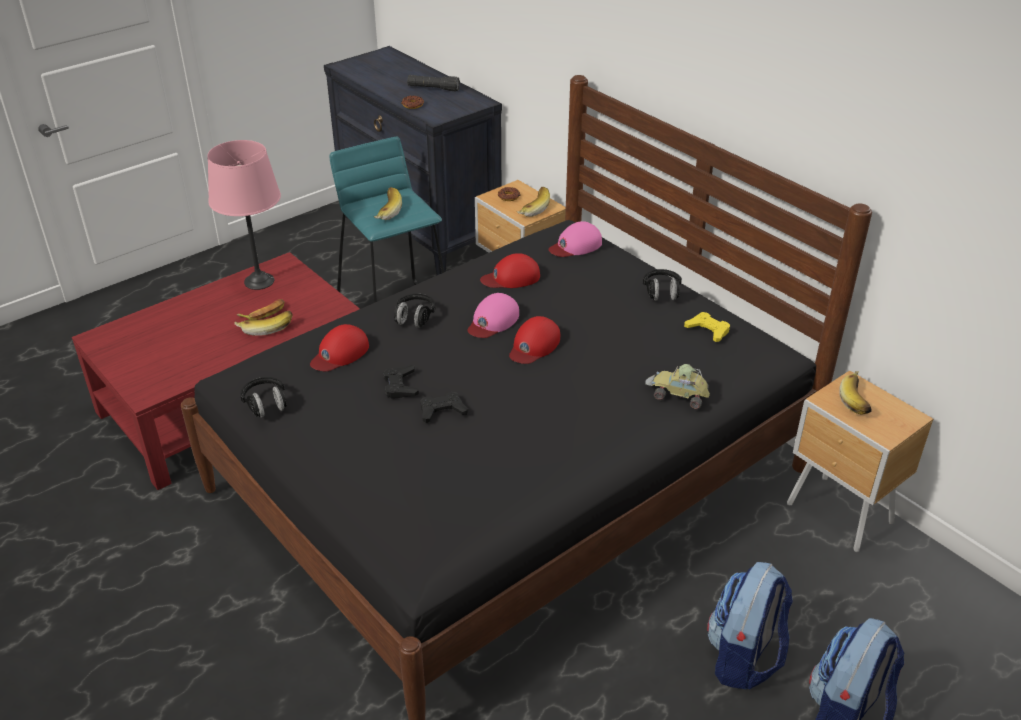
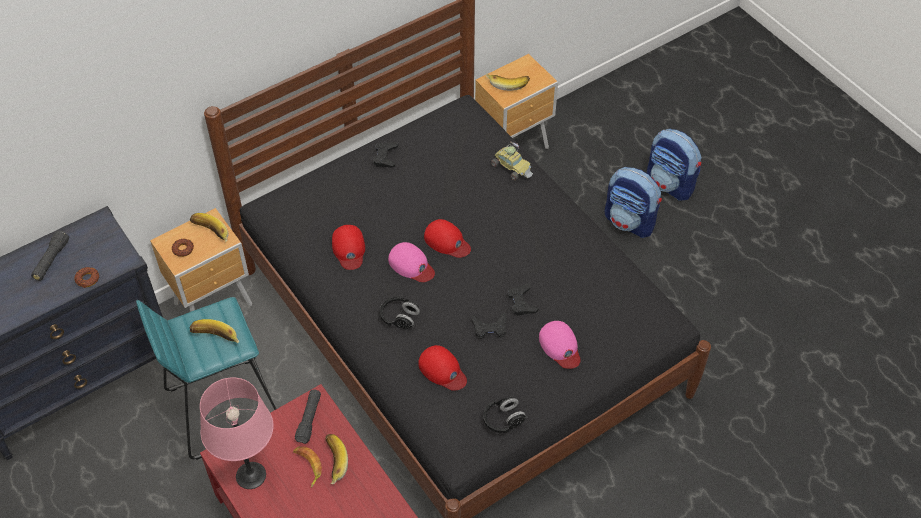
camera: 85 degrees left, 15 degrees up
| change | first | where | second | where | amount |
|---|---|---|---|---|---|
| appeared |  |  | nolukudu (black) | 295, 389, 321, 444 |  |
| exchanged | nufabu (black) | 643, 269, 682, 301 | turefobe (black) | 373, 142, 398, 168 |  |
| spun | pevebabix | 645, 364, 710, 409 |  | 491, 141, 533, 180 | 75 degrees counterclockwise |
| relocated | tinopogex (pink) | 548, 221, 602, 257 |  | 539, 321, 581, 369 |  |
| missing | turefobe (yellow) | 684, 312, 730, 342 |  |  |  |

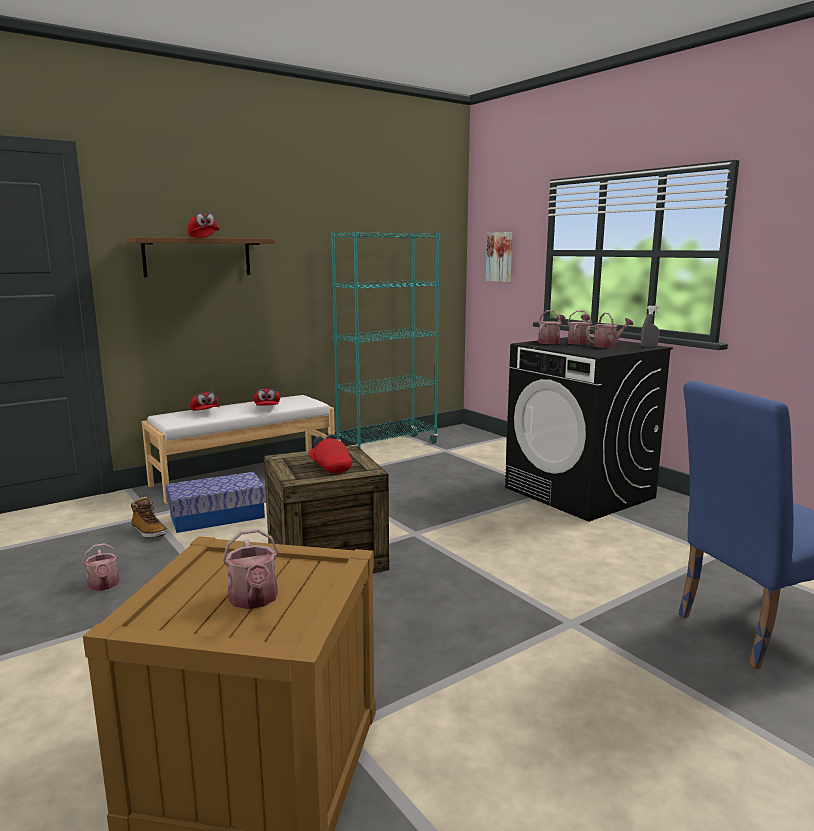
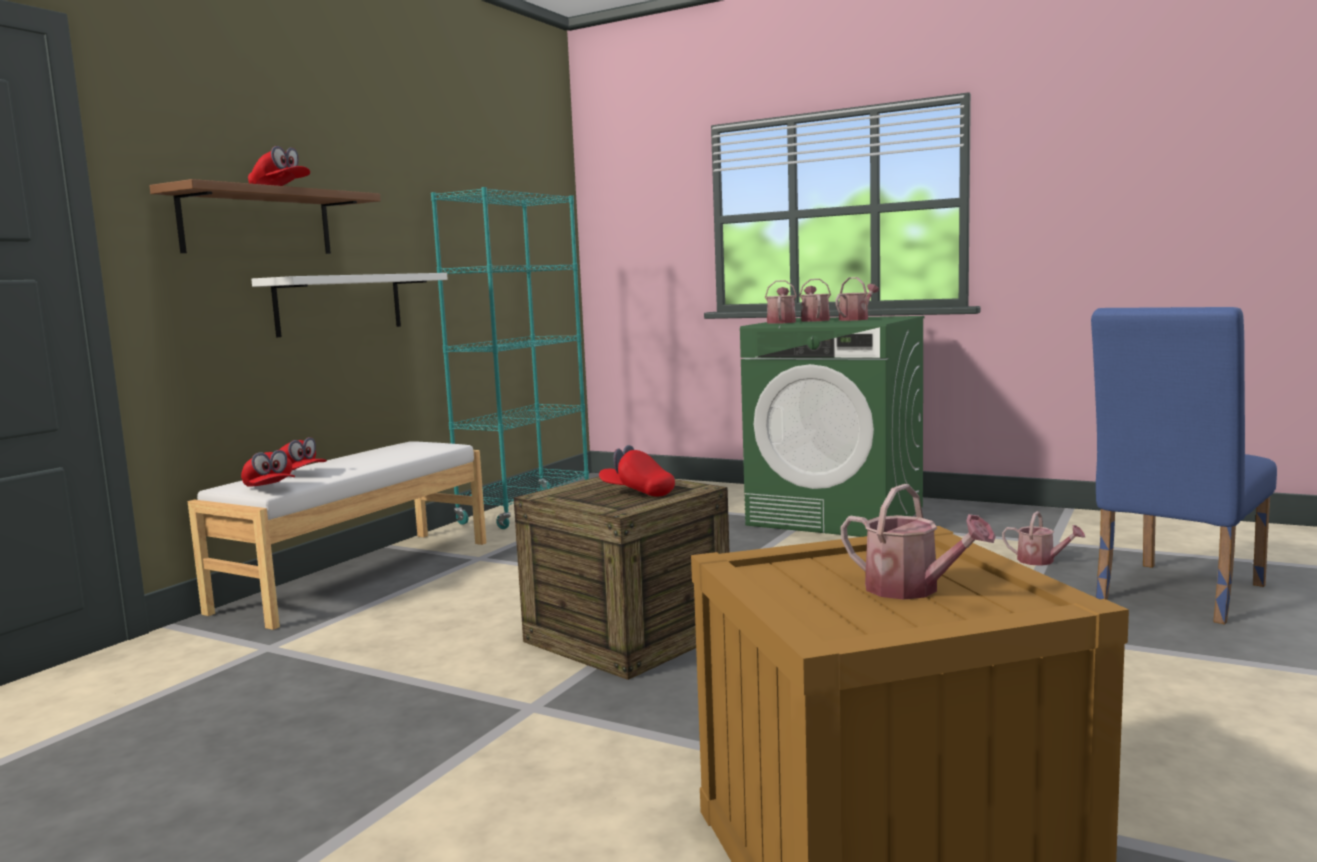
camera: 25 degrees left, 5 degrees down
| change | first | where | second | where | amount |
|---|---|---|---|---|---|
| relocated | tinopogex (red) | 253, 388, 280, 406 |  | 241, 450, 295, 487 |  |
| appeared |  |  | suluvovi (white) | 251, 273, 448, 337 |  |
| colour | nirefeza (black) | 505, 337, 673, 522 | nirefeza (green) | 740, 316, 924, 537 |  |
| relocated | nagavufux | 83, 543, 119, 591 |  | 1002, 511, 1085, 566 |  |
| missing | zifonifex | 131, 497, 168, 538 |  |  |  |
| missing | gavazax | 166, 472, 266, 533 |  |  |  |
| missing | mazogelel | 486, 232, 512, 282 |  |  |  |
| missing | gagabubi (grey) | 641, 306, 660, 347 |  |  |  |

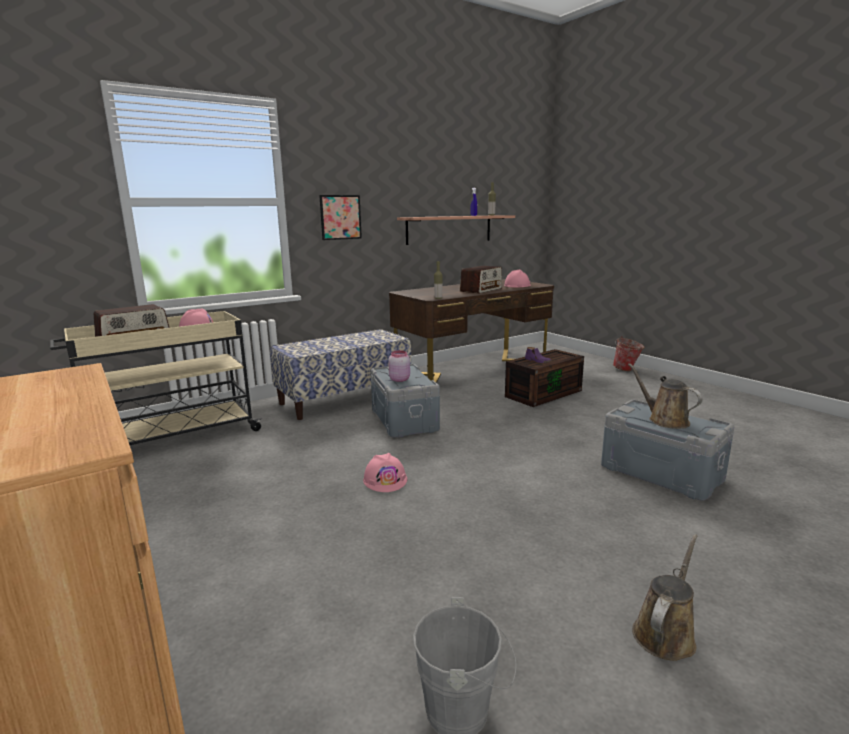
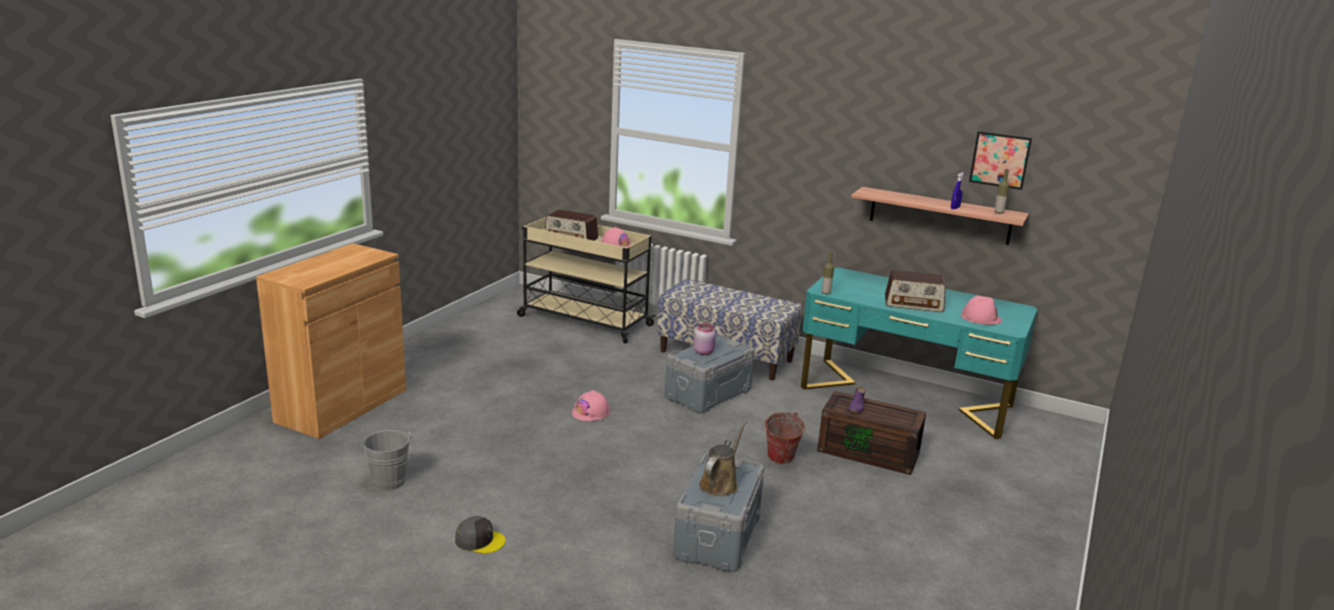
camera: 60 degrees right, 5 degrees up
| change | first | where | second | where | amount |
|---|---|---|---|---|---|
| exchanged | nagavufux (brown) | 632, 534, 697, 661 | tinopogex (grey) | 455, 516, 506, 554 |  |
| relocated | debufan | 613, 336, 645, 371 |  | 762, 412, 805, 464 |  |
| colour | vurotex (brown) | 389, 279, 554, 383 | vurotex (turquoise) | 801, 267, 1038, 439 |  |
| relocated | mazogelel | 319, 195, 362, 240 |  | 969, 131, 1032, 190 |  |

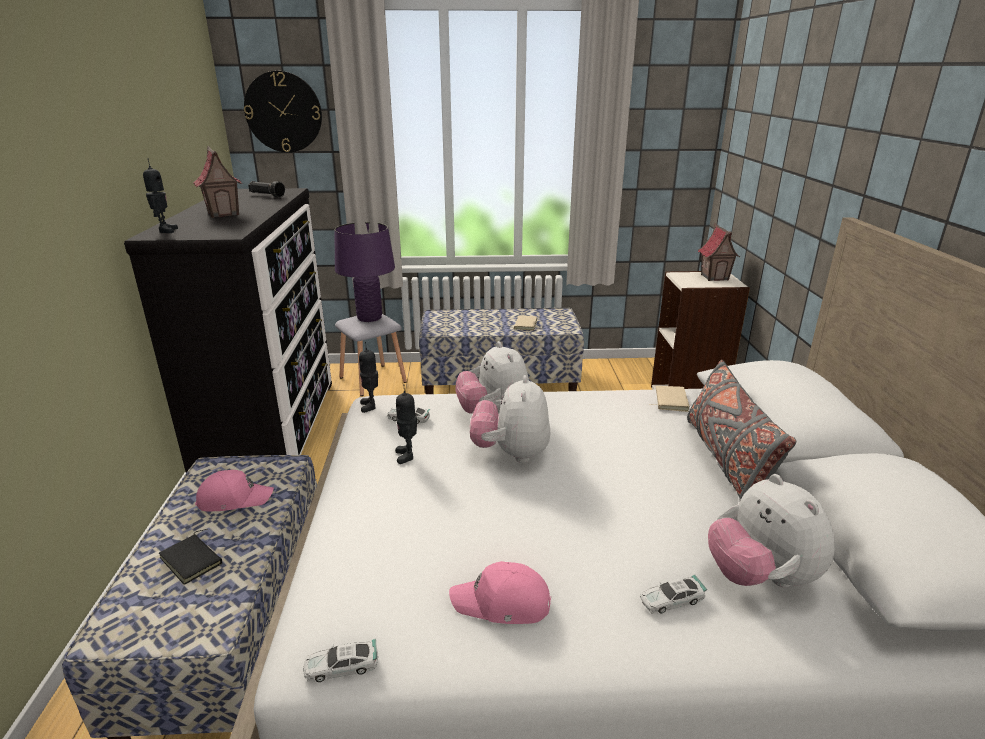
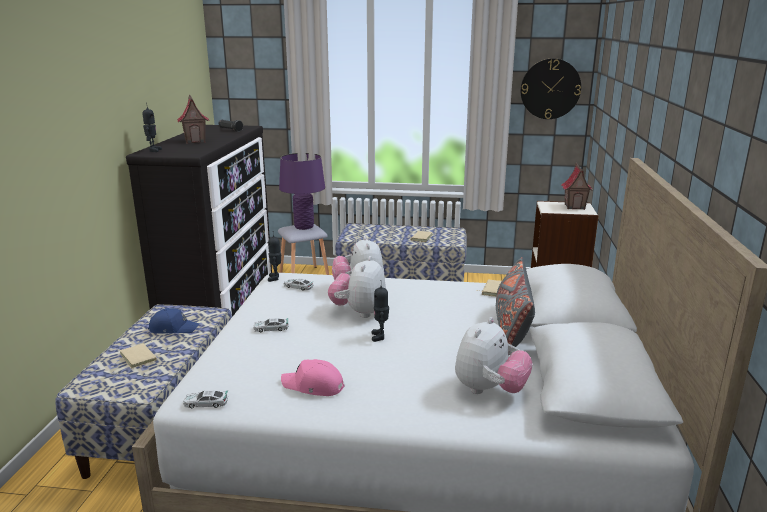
camera: 10 degrees right, 5 degrees down
| change | first | where | second | where | amount |
|---|---|---|---|---|---|
| colour | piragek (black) | 159, 529, 222, 585 | piragek (beige) | 120, 342, 157, 369 |  |
| colour | tinopogex (pink) | 195, 470, 274, 511 | tinopogex (blue) | 148, 308, 199, 334 |  |
| relocated | pevebabix | 640, 575, 707, 614 |  | 253, 318, 289, 332 |  |
| relocated | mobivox | 395, 384, 417, 464 |  | 371, 280, 389, 342 |  |
| spun | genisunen | 708, 474, 835, 587 |  | 455, 317, 533, 394 | 135 degrees counterclockwise |
| relocated | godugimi | 244, 71, 322, 152 |  | 521, 59, 581, 119 |  |

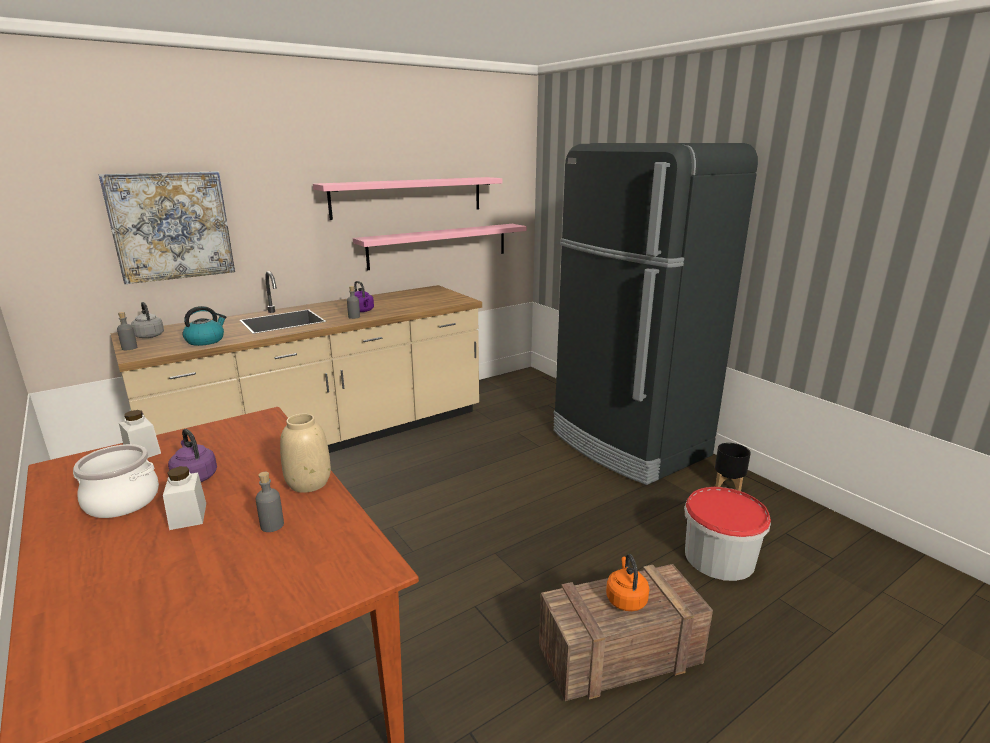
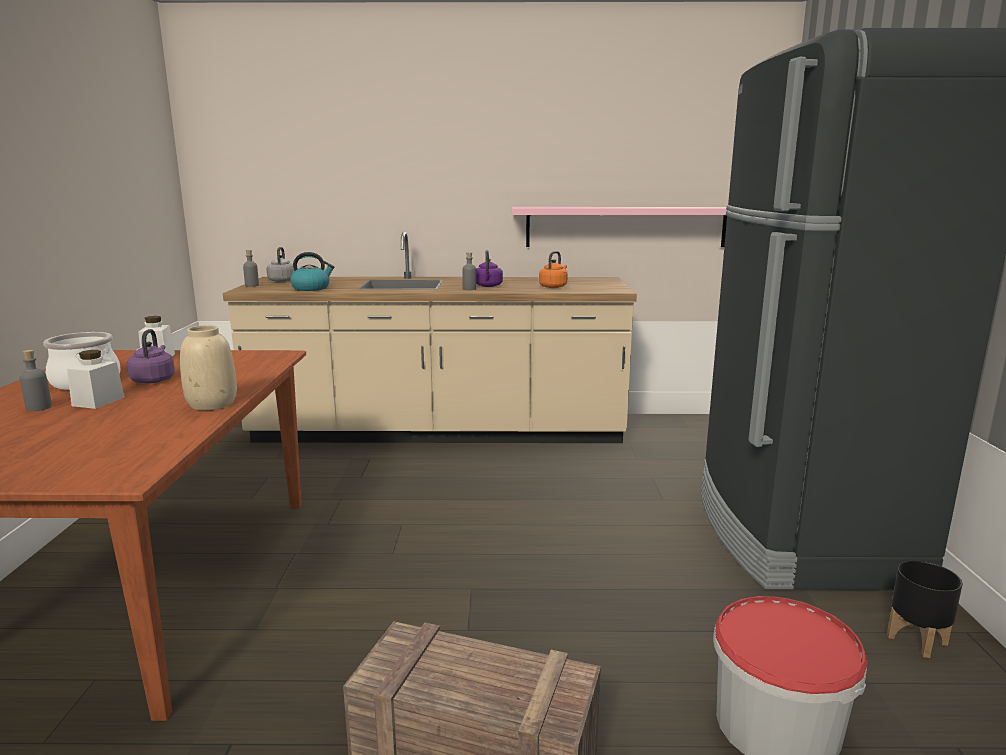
camera: 35 degrees right, 5 degrees down
| change | first | where | second | where | amount |
|---|---|---|---|---|---|
| relocated | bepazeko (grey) | 255, 472, 284, 532 |  | 19, 350, 52, 411 |  |
| relocated | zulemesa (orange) | 606, 554, 649, 611 |  | 539, 251, 568, 288 |  |
| missing | mazogelel | 98, 171, 235, 284 |  |  |  |
| missing | suluvovi (pink) | 313, 177, 503, 220 |  |  |  |

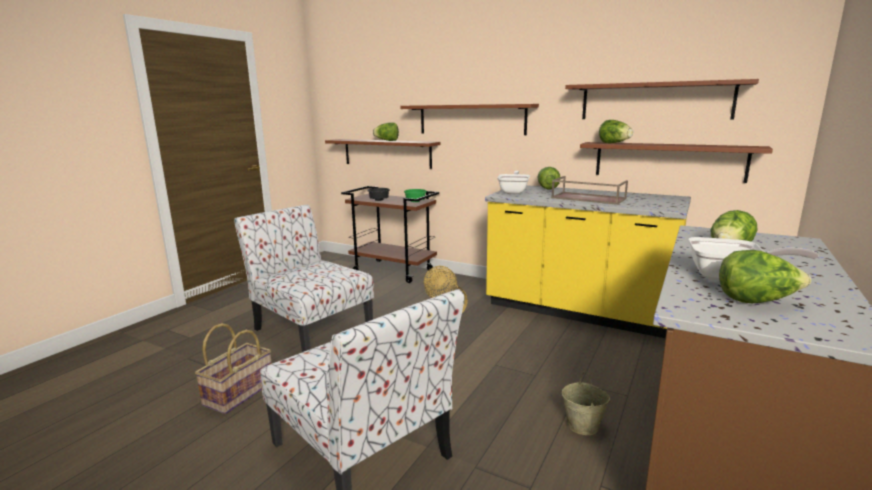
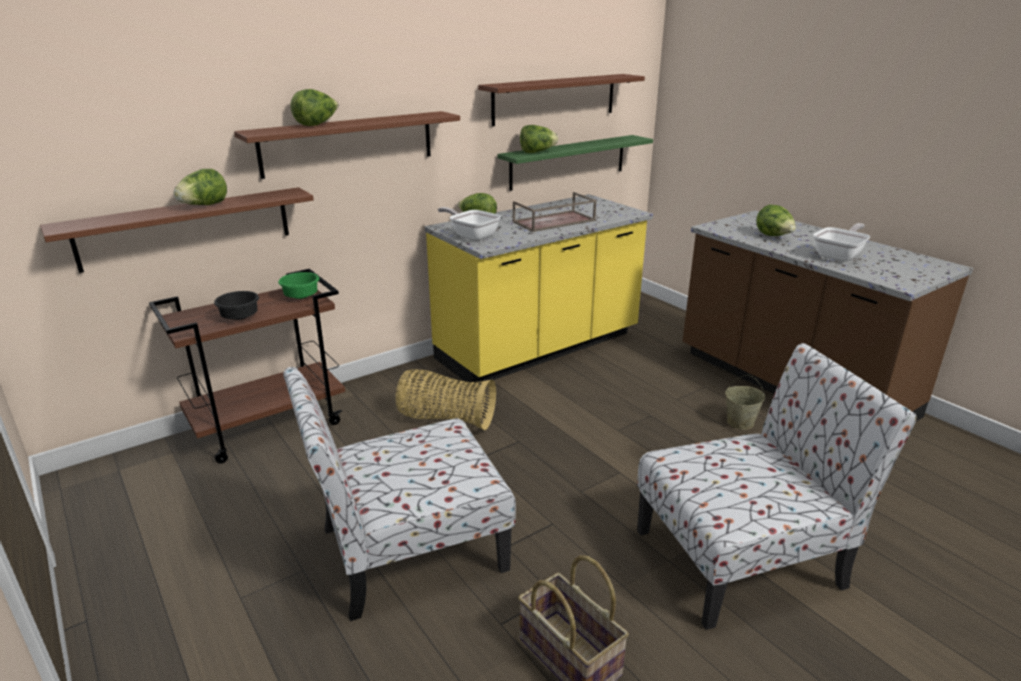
camera: 65 degrees left, 10 degrees up
| change | first | where | second | where | amount |
|---|---|---|---|---|---|
| relocated | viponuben | 719, 250, 811, 303 |  | 290, 89, 339, 126 |  |
| colour | suluvovi (brown) | 580, 142, 773, 183 | suluvovi (green) | 497, 135, 653, 191 |  |

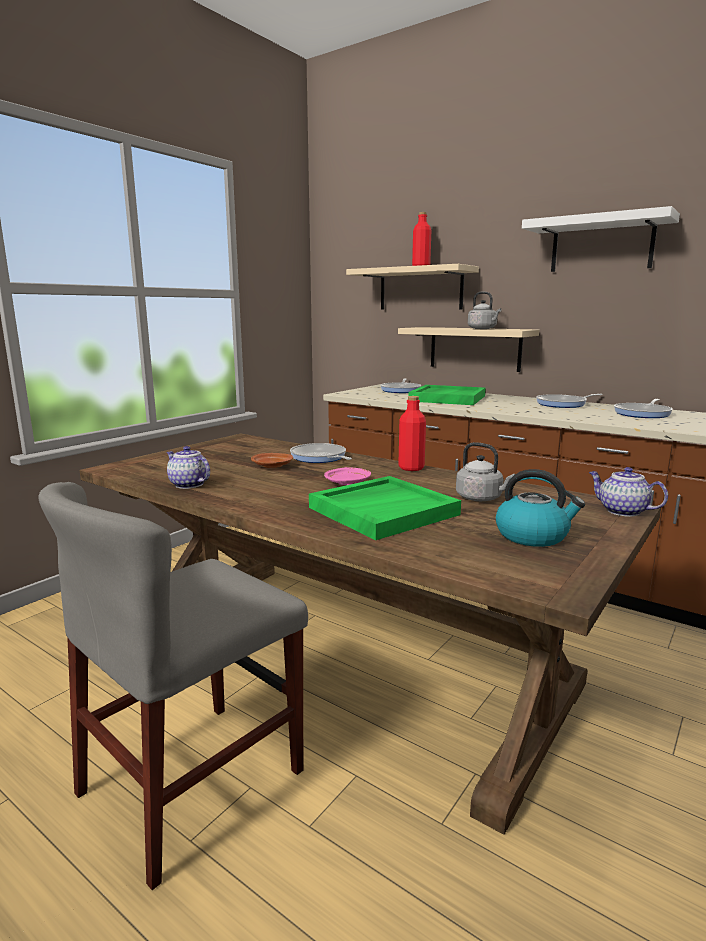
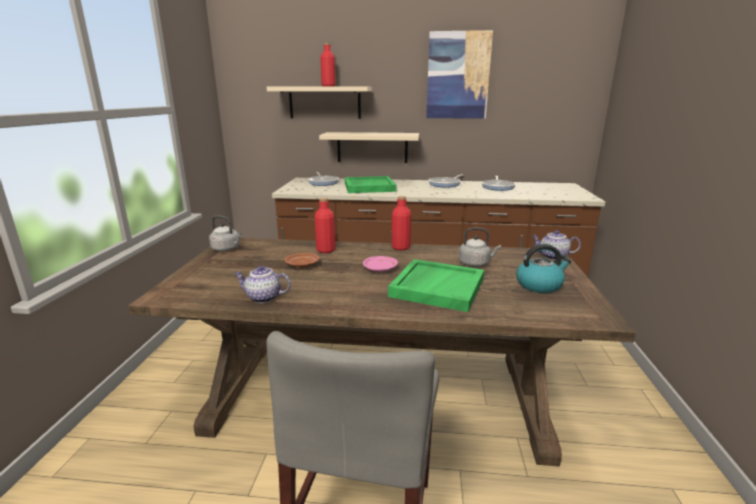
camera: 30 degrees left, 5 degrees up
| change | first | where | second | where | amount |
|---|---|---|---|---|---|
| relocated | zulemesa (grey) | 468, 292, 501, 329 |  | 209, 215, 242, 252 |  |
| exchanged | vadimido | 290, 443, 352, 463 | bepazeko (red) | 315, 198, 336, 253 |  |
| exchanged | suluvovi (white) | 522, 206, 680, 272 | mazogelel | 426, 30, 493, 119 |  |

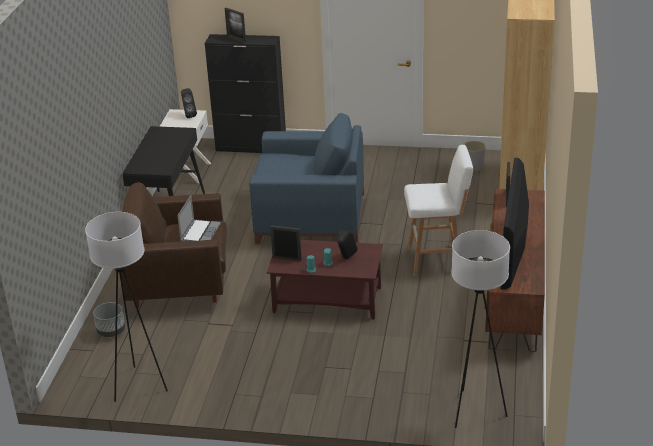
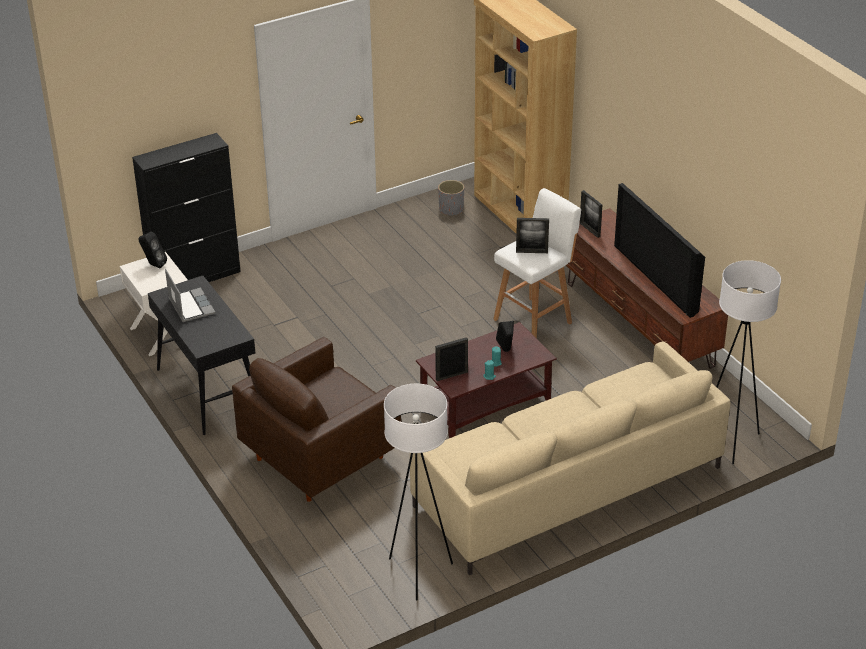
camera: 40 degrees left, 5 degrees up
| change | first | where | second | where | amount |
|---|---|---|---|---|---|
| relocated | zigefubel | 177, 195, 221, 242 |  | 165, 269, 215, 322 |  |
| appeared |  |  | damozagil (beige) | 410, 341, 730, 575 |  |
| relocated | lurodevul | 225, 8, 246, 43 |  | 516, 218, 549, 253 |  |
| missing | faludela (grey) | 93, 302, 125, 337 |  |  |  |
| missing | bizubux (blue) | 249, 113, 364, 245 |  |  |  |

